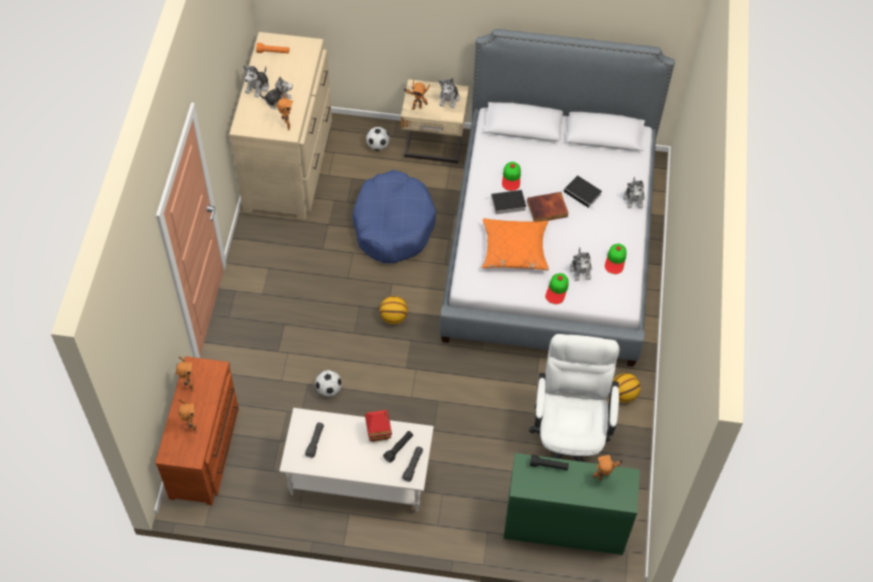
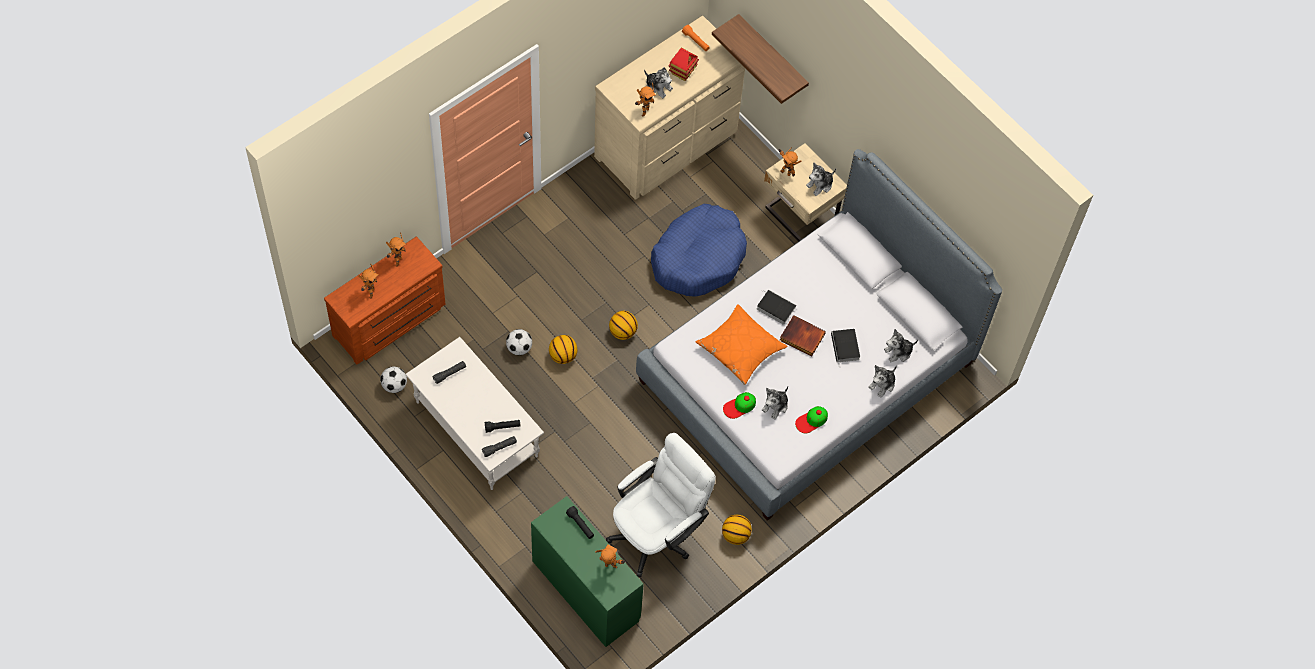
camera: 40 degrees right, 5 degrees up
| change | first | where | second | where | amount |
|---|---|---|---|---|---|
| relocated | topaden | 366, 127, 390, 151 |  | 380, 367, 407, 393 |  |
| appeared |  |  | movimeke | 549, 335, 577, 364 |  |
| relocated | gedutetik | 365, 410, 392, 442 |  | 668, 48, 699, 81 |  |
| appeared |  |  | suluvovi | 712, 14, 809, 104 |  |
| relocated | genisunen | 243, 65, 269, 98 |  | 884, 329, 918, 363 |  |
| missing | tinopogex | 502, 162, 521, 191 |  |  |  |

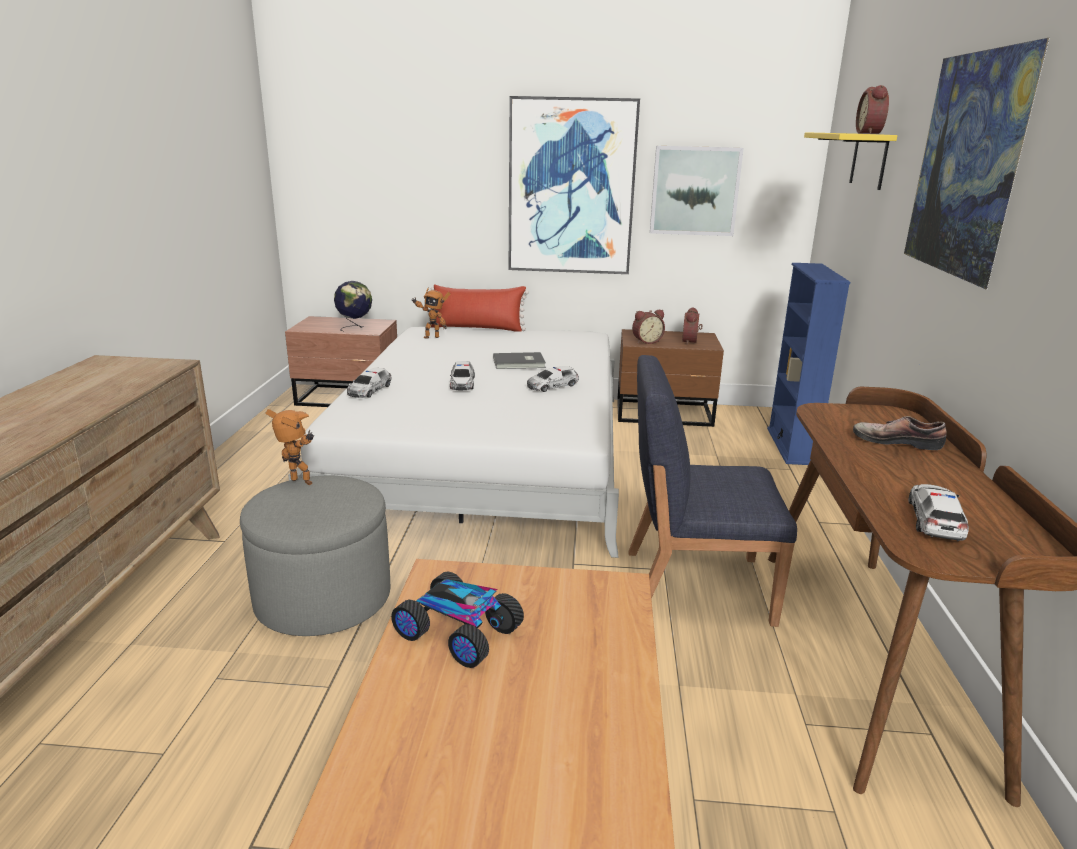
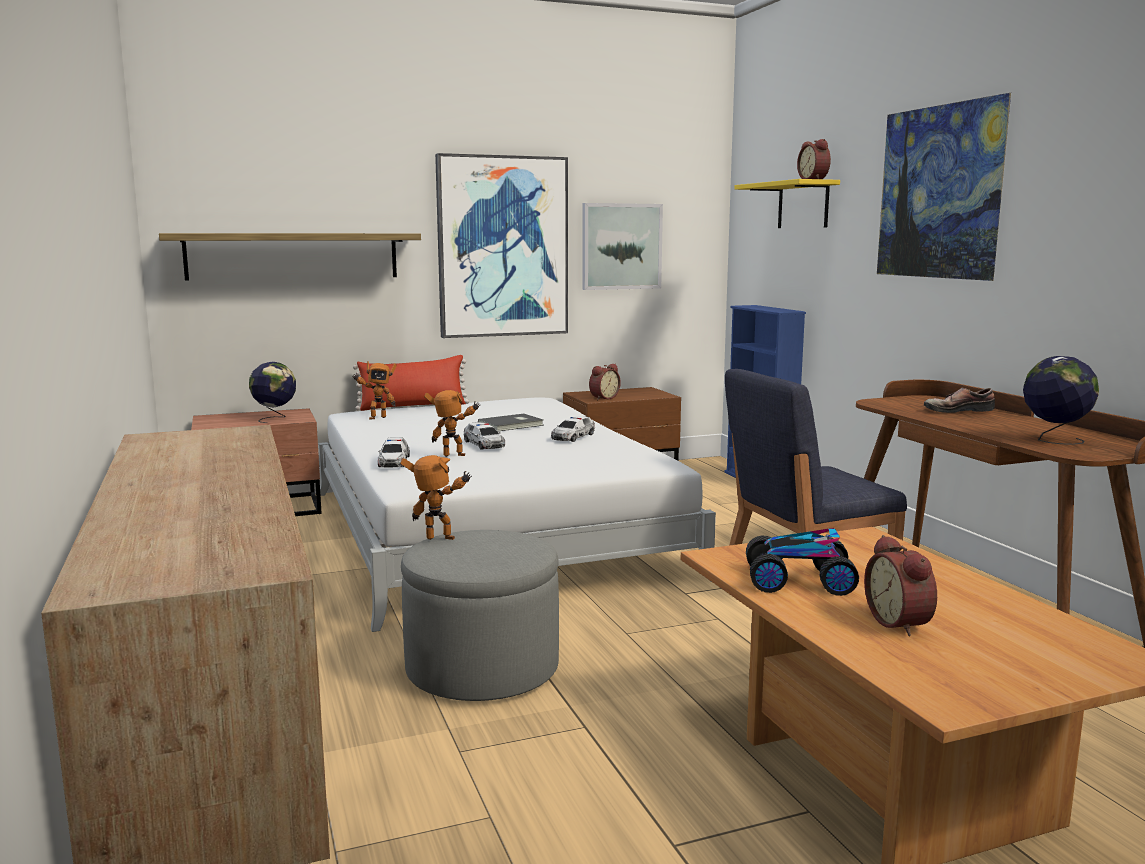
camera: 25 degrees left, 10 degrees down
| change | first | where | second | where | amount |
|---|---|---|---|---|---|
| appeared |  |  | suluvovi | 159, 233, 421, 281 |  |
| appeared |  |  | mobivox | 424, 390, 480, 457 |  |
| relocated | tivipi | 682, 307, 703, 345 |  | 864, 535, 937, 636 |  |
| exchanged | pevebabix | 909, 484, 969, 542 | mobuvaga | 1023, 356, 1099, 445 |  |

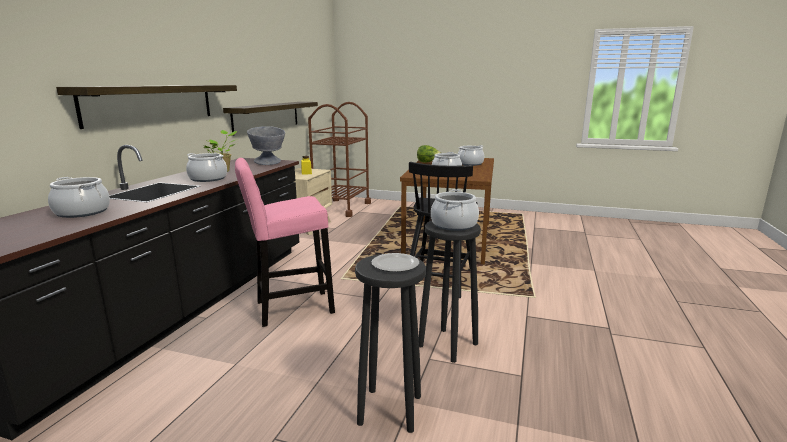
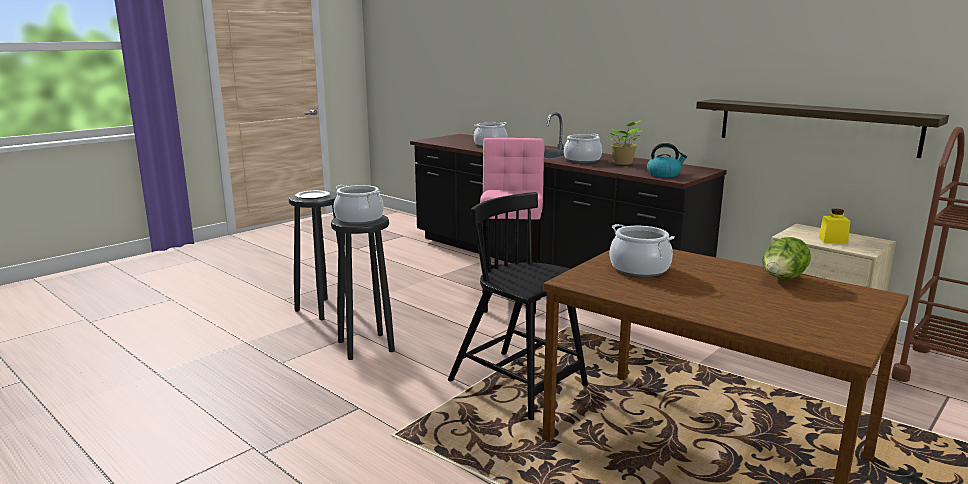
camera: 115 degrees right, 0 degrees up
| change | first | where | second | where | amount |
|---|---|---|---|---|---|
| exchanged | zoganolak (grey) | 247, 126, 285, 165 | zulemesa | 647, 143, 687, 177 |  |
| missing | suluvovi | 56, 85, 237, 129 |  |  |  |
| missing | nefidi | 458, 145, 484, 166 |  |  |  |

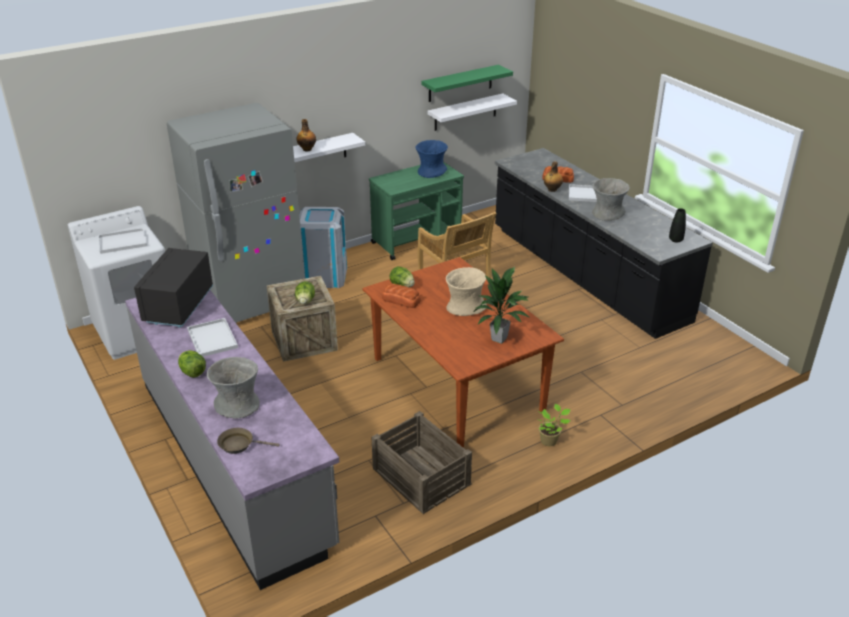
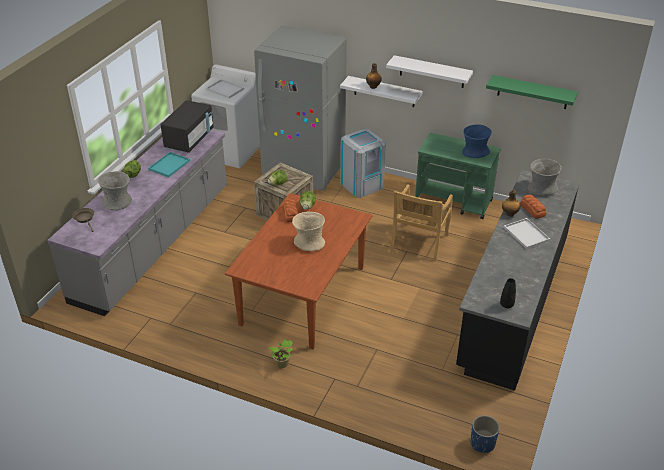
camera: 55 degrees right, 5 degrees up
| change | first | where | second | where | amount |
|---|---|---|---|---|---|
| colour | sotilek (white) | 187, 318, 238, 357 | sotilek (turquoise) | 148, 152, 190, 177 |  |
| spun | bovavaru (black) | 134, 248, 213, 328 |  | 161, 100, 214, 153 | 135 degrees clockwise |
| relocated | suluvovi (white) | 428, 93, 517, 131 |  | 386, 55, 473, 88 |  |
| appeared |  |  | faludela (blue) | 470, 415, 500, 453 |  |
| relocated | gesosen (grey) | 592, 178, 630, 221 |  | 528, 159, 561, 195 |  |
| missing | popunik | 371, 411, 472, 514 |  |  |  |
| missing | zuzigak | 473, 267, 529, 344 |  |  |  |

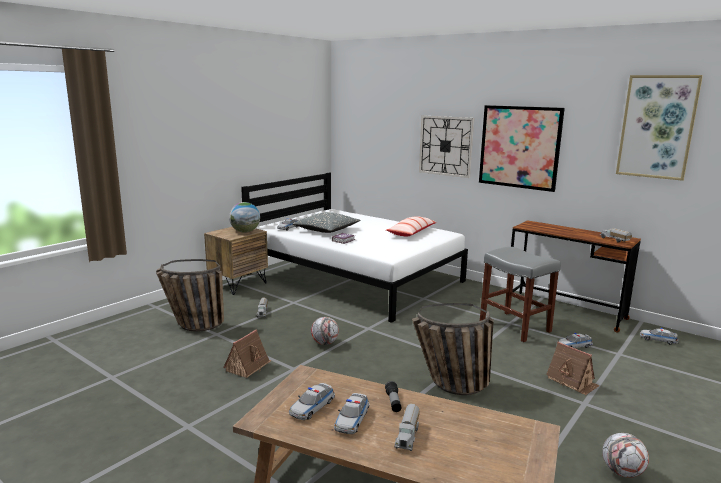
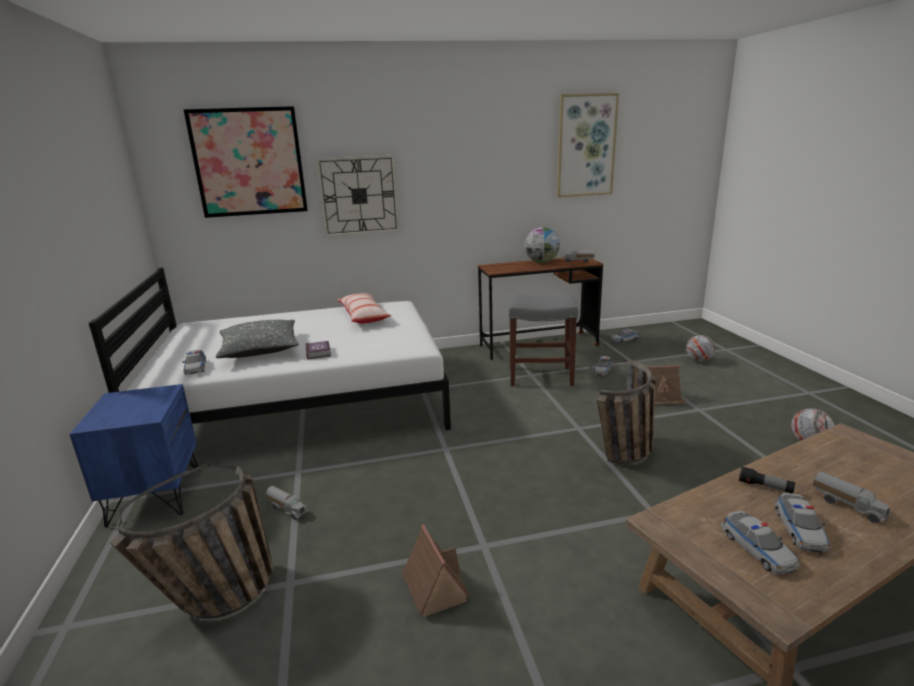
camera: 50 degrees left, 5 degrees up
| change | first | where | second | where | amount |
|---|---|---|---|---|---|
| colour | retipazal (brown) | 204, 227, 268, 295 | retipazal (blue) | 69, 384, 200, 527 |  |
| relocated | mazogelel | 479, 105, 565, 192 |  | 183, 106, 308, 218 |  |
| relocated | mobuvaga | 229, 202, 260, 233 |  | 525, 227, 560, 263 |  |
| relocated | topaden | 311, 317, 339, 345 |  | 686, 335, 715, 362 |  |
| spun | pevebabix | 334, 393, 369, 434 |  | 775, 493, 831, 552 | 45 degrees clockwise |

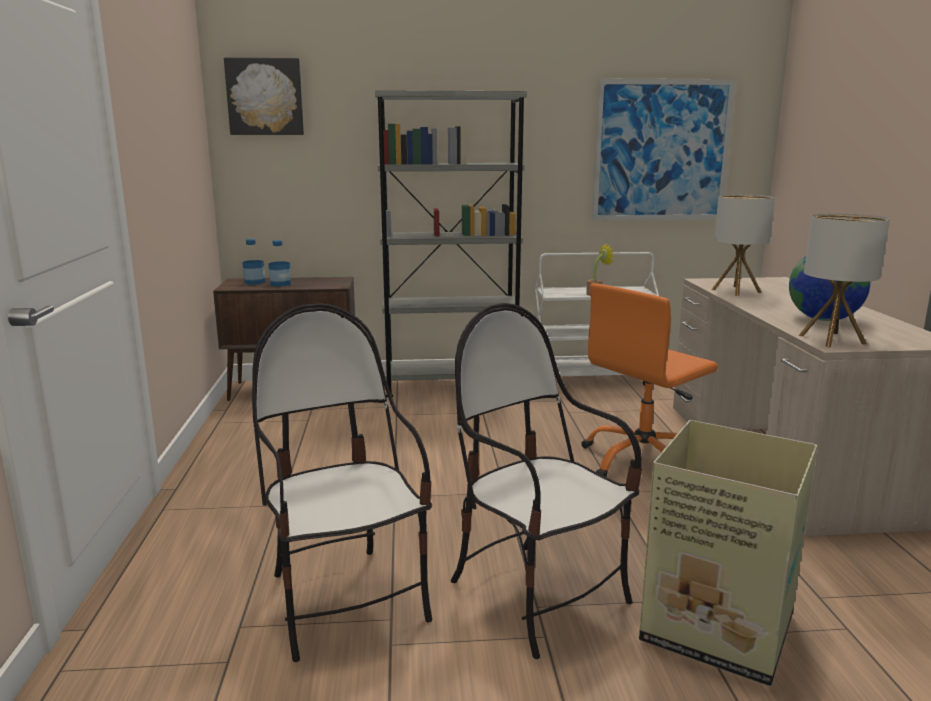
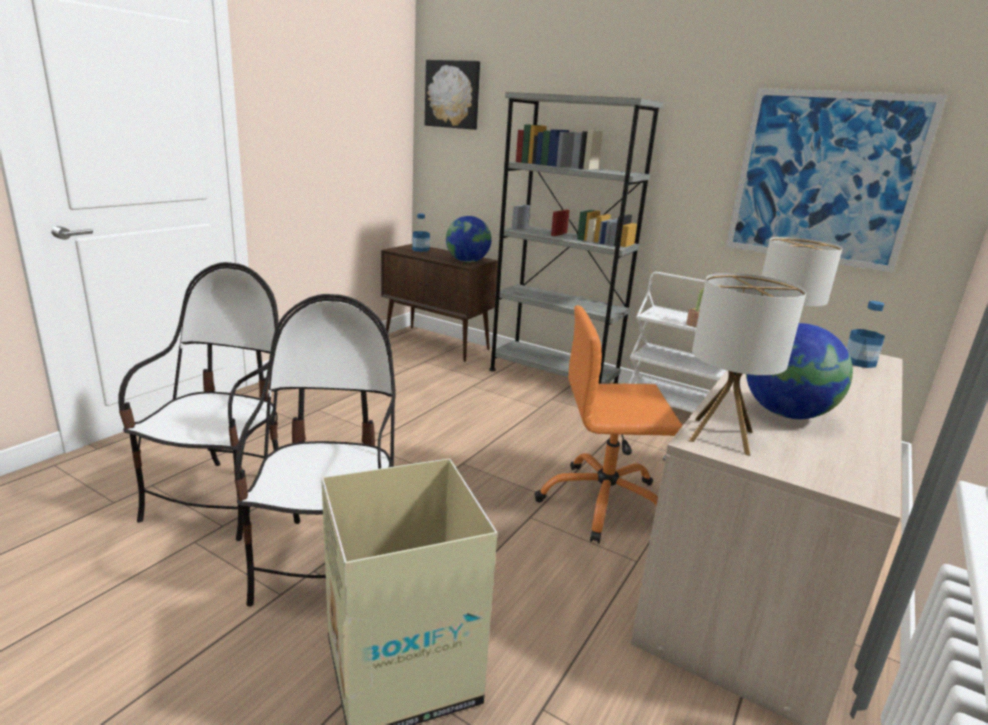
camera: 35 degrees right, 5 degrees up
| change | first | where | second | where | amount |
|---|---|---|---|---|---|
| appeared |  |  | mobuvaga | 446, 216, 492, 262 |  |
| relocated | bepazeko | 268, 240, 291, 286 |  | 846, 301, 885, 368 |  |

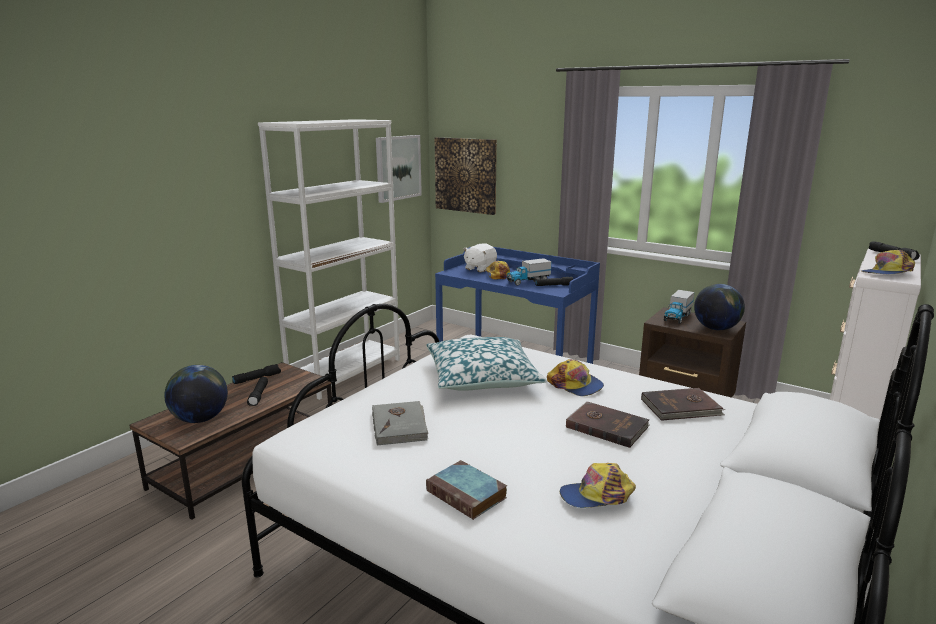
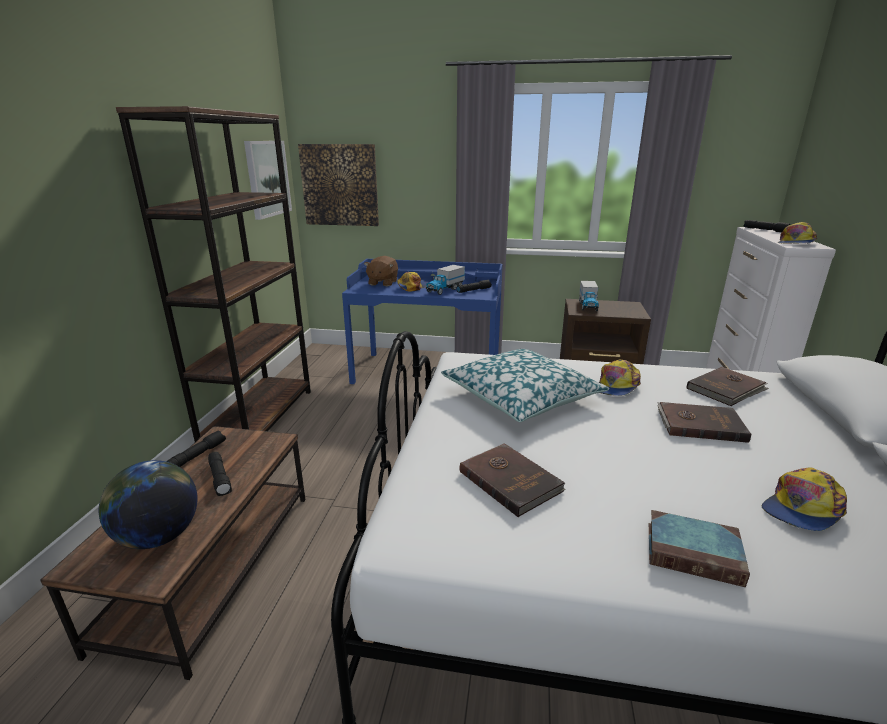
camera: 25 degrees left, 5 degrees up
| change | first | where | second | where | amount |
|---|---|---|---|---|---|
| colour | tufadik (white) | 258, 119, 400, 400 | tufadik (brown) | 116, 106, 311, 442 |  |
| colour | genisunen (white) | 463, 243, 497, 272 | genisunen (brown) | 364, 256, 398, 286 |  |
| colour | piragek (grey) | 372, 401, 428, 446 | piragek (brown) | 460, 443, 566, 517 |  |
| spun | tinopogex | 547, 359, 604, 396 |  | 599, 360, 641, 396 | 105 degrees clockwise |
| missing | mobuvaga | 694, 284, 745, 330 |  |  |  |

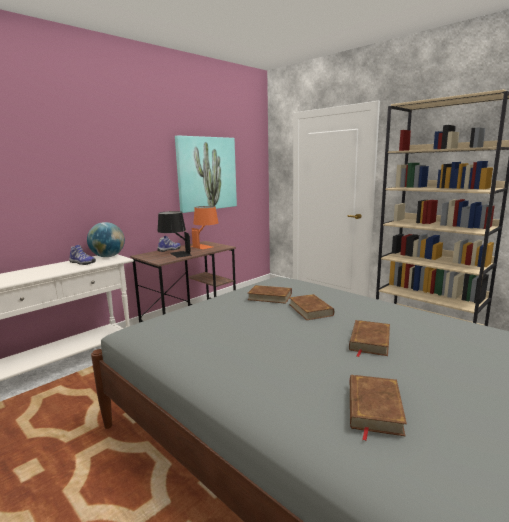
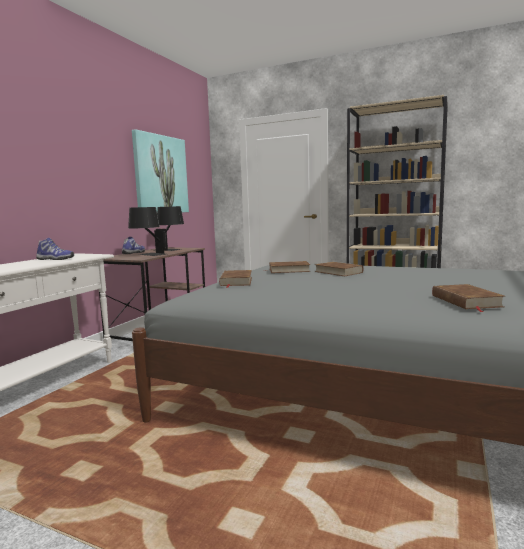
camera: 20 degrees left, 5 degrees down
| change | first | where | second | where | amount |
|---|---|---|---|---|---|
| colour | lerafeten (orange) | 190, 206, 218, 249 | lerafeten (black) | 156, 206, 184, 251 |  |
| relocated | piragek (brown) | 349, 320, 390, 357 |  | 219, 270, 252, 288 |  |
| missing | mobuvaga | 87, 222, 125, 257 |  |  |  |

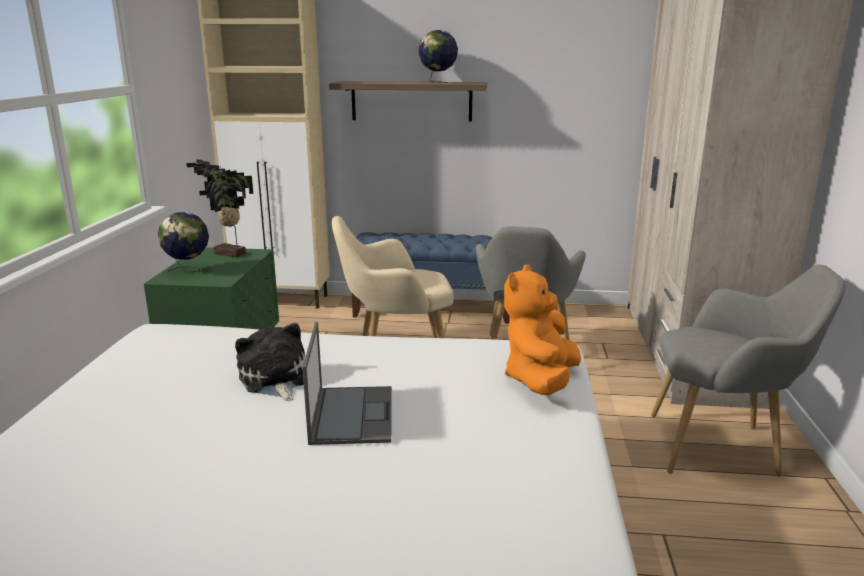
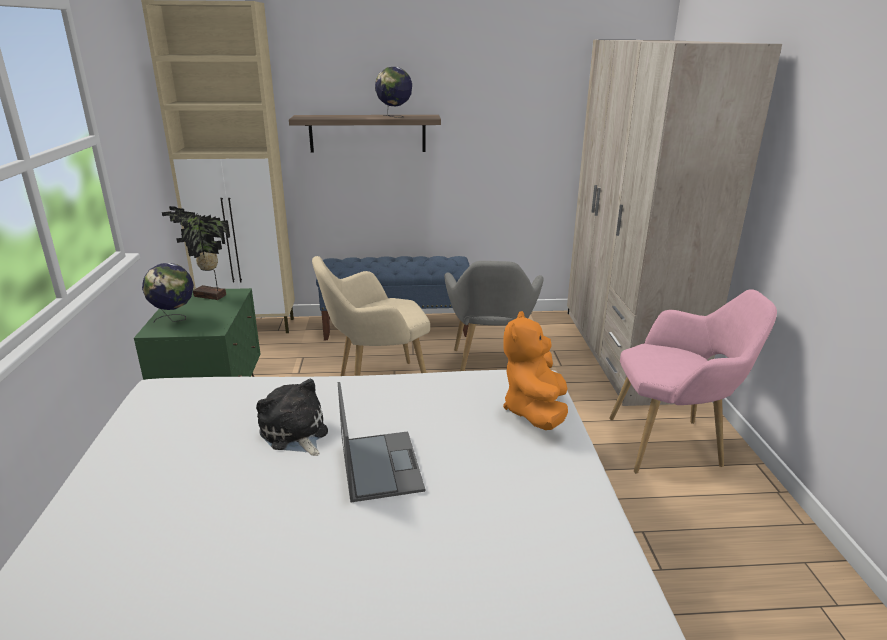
camera: 10 degrees left, 5 degrees up
| change | first | where | second | where | amount |
|---|---|---|---|---|---|
| colour | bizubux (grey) | 651, 265, 846, 477 | bizubux (pink) | 609, 289, 777, 473 |  |

